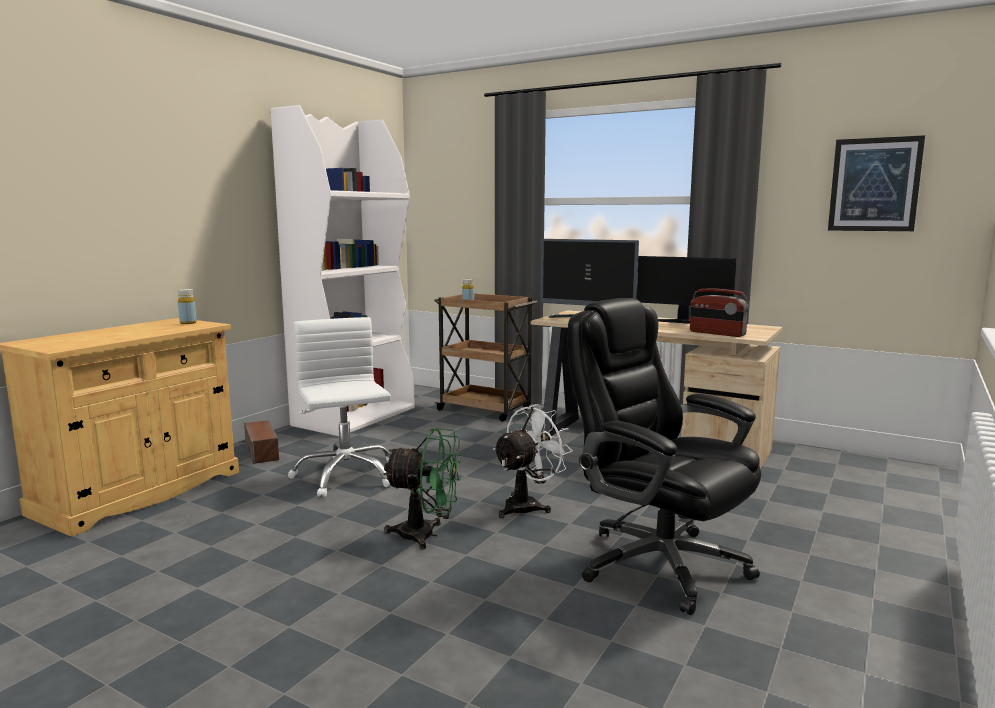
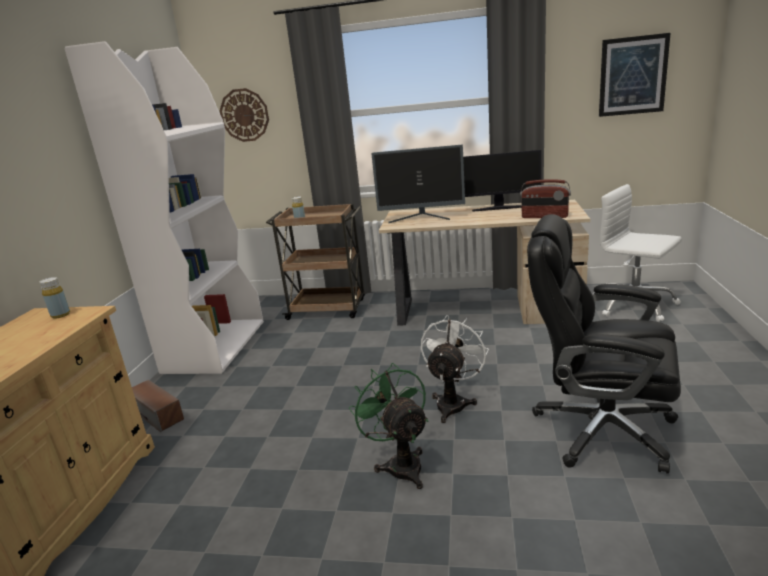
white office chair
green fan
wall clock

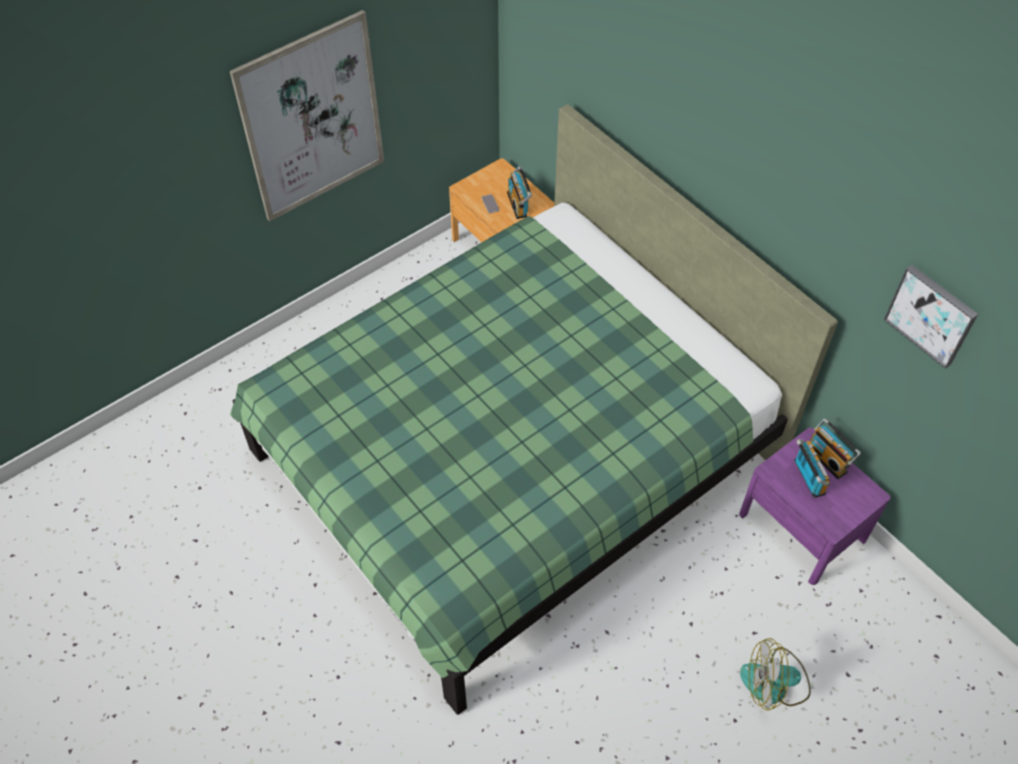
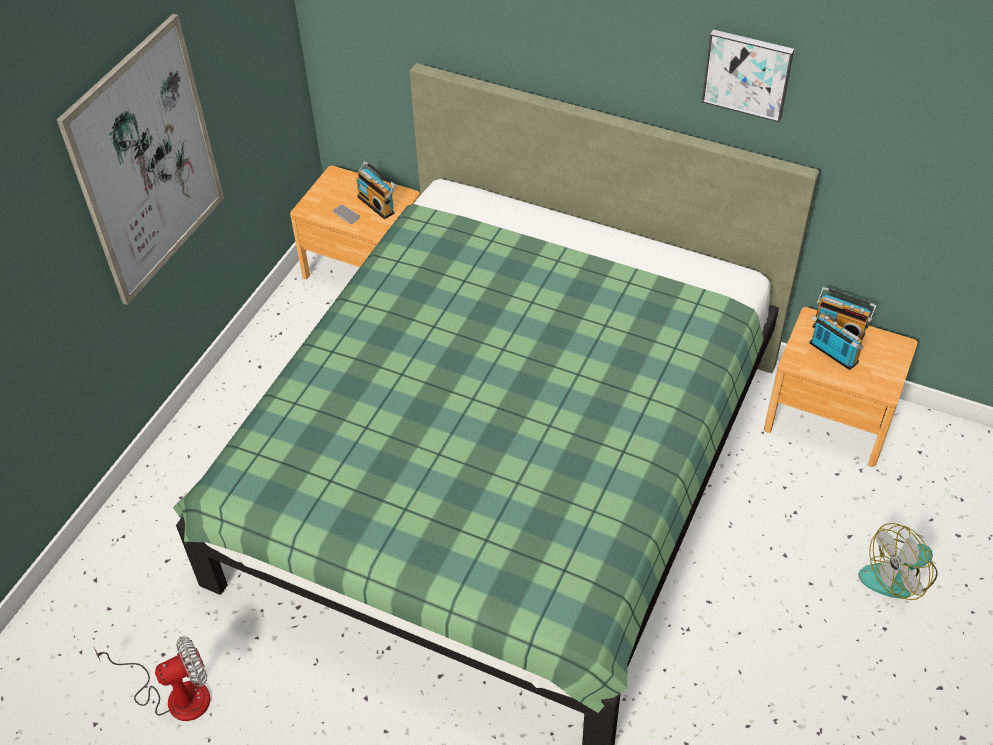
picture (2nd from left)
brown nightstand (2nd from left)
fan (1st from left)

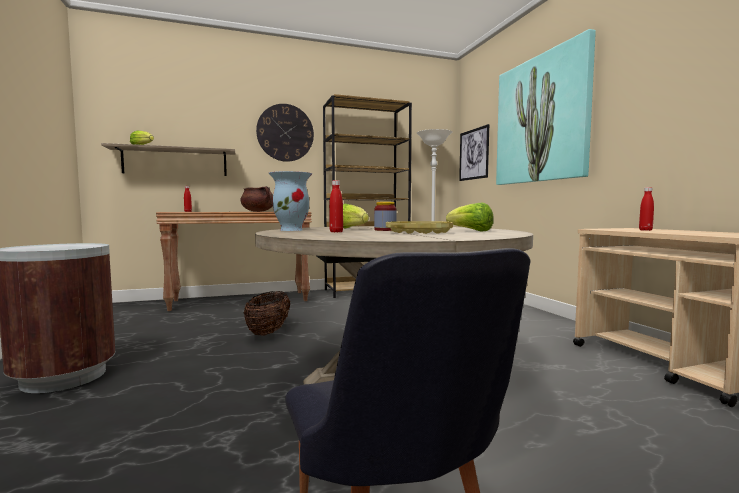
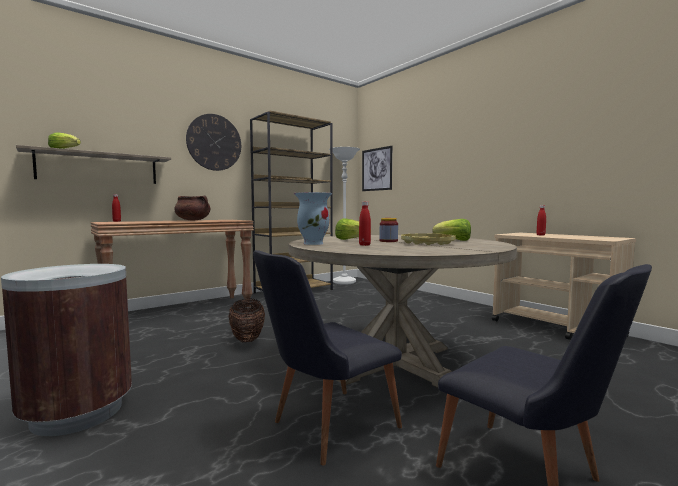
picture (2nd from left in the first image)
black chair (1st from left)

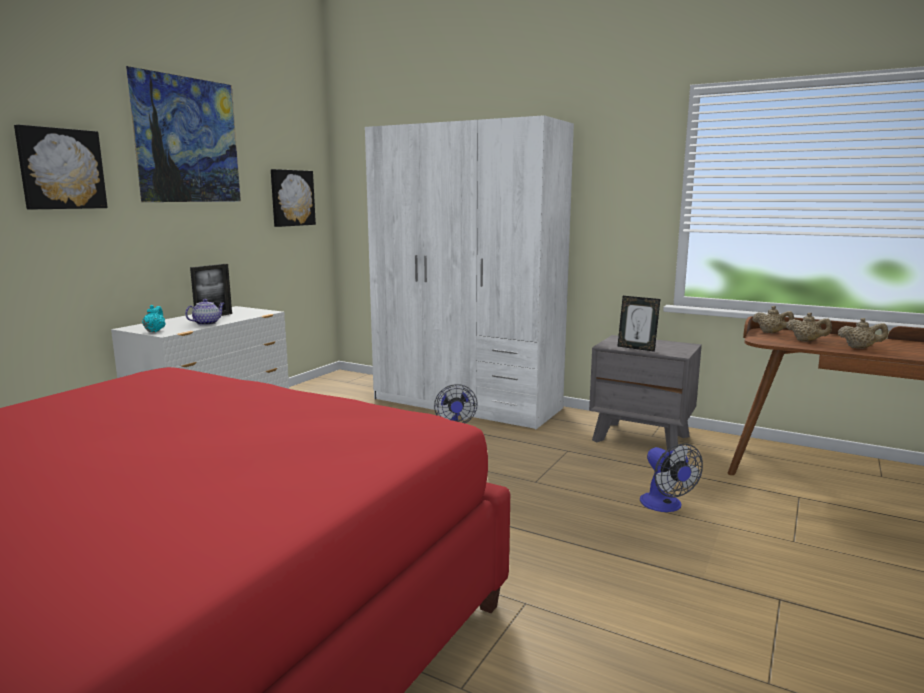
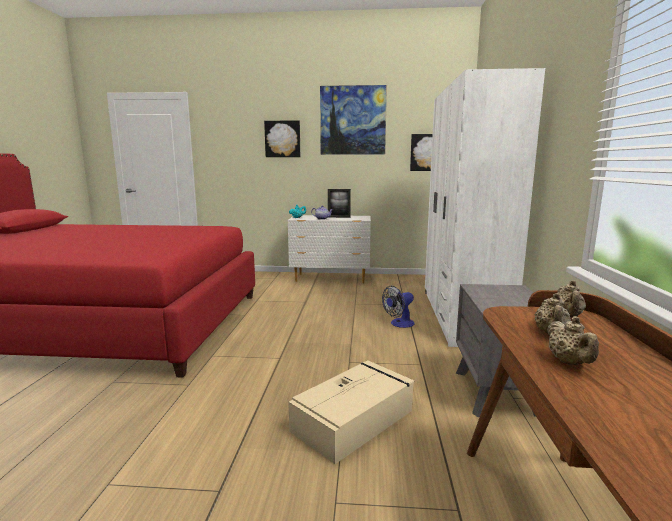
picture frame (2nd from left in the first image)
beige storage box

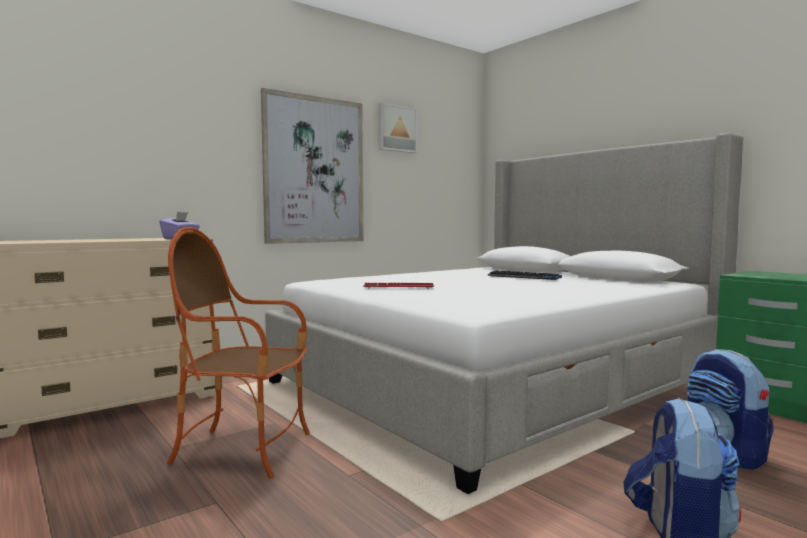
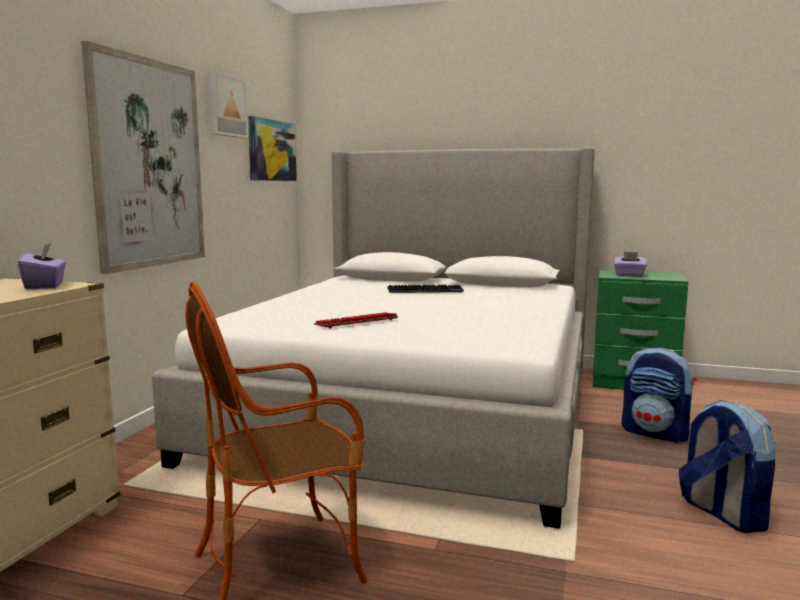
picture (3rd from left)
purple tissue box (2nd from left)

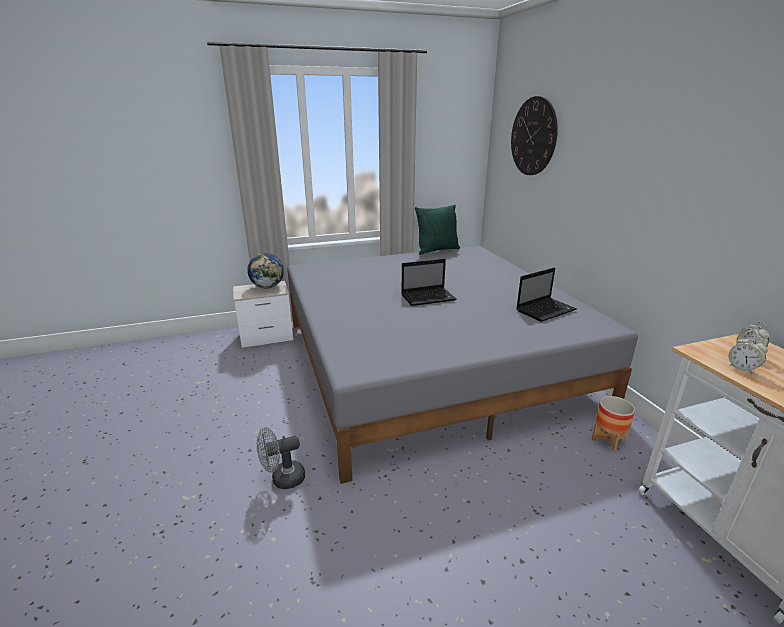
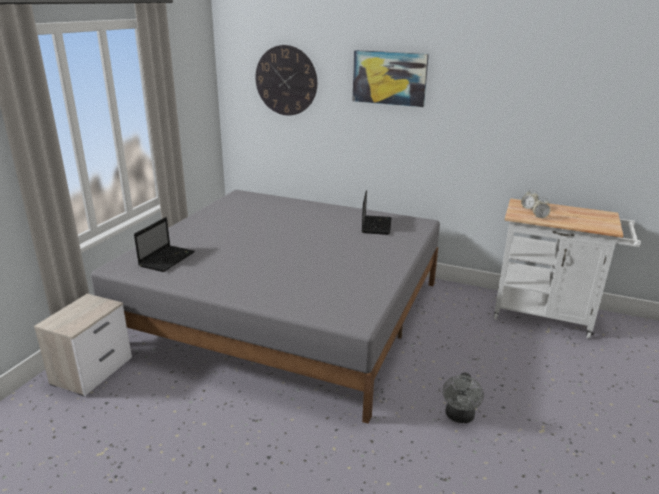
green pillow
globe
laptop (1st from left)
planter
grey fan
picture

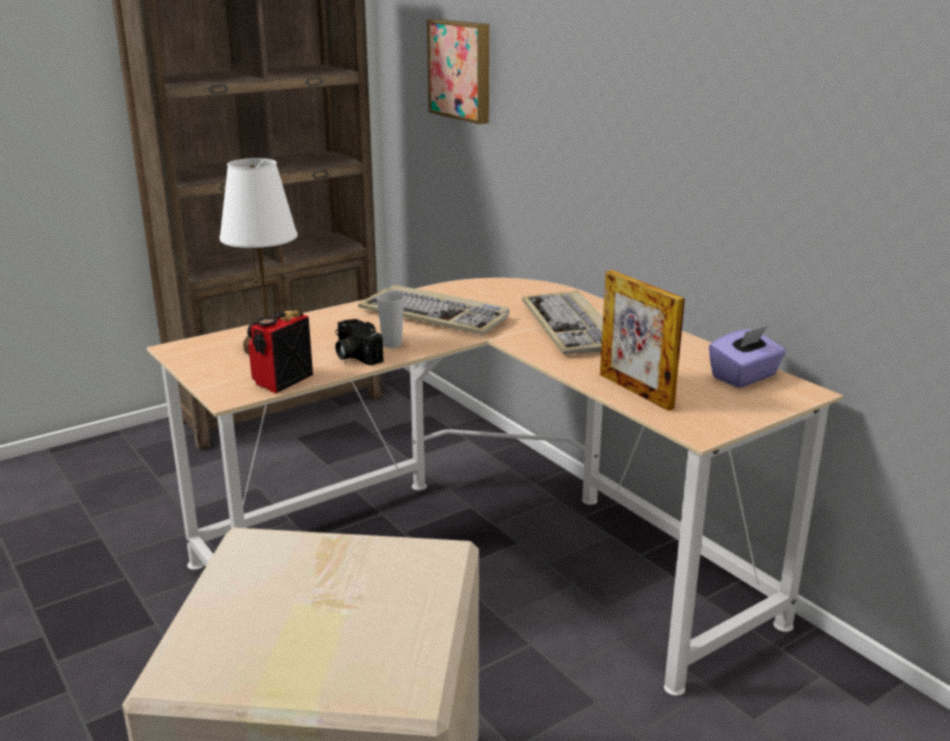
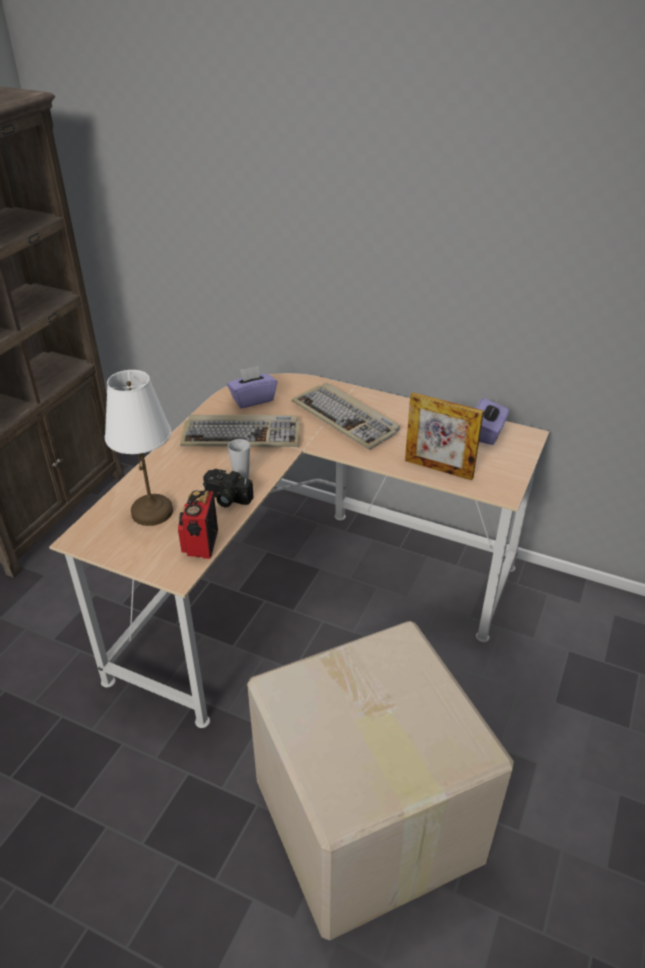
picture
purple tissue box (1st from left)

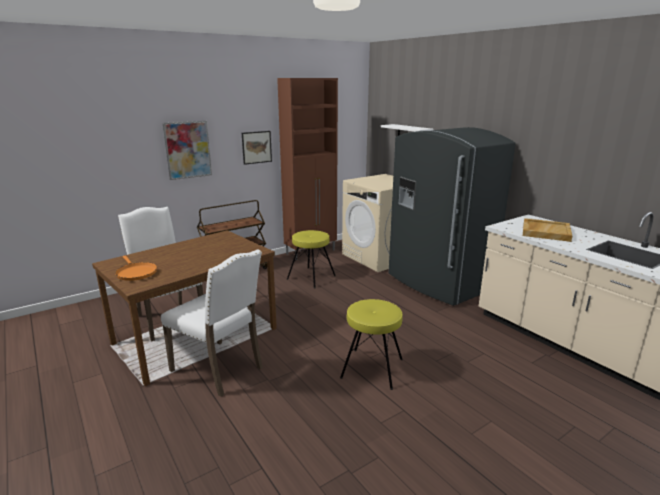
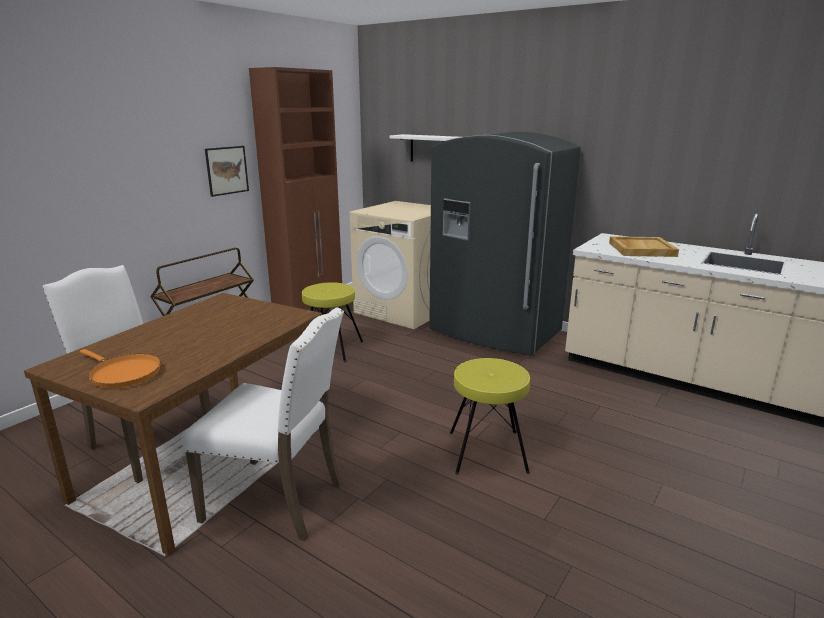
picture (1st from left in the first image)

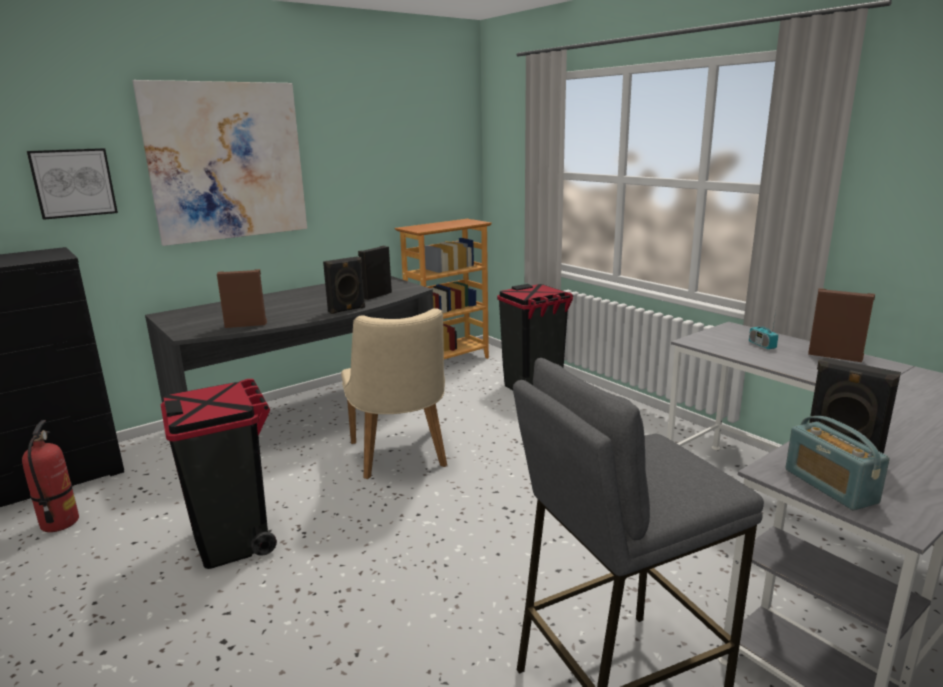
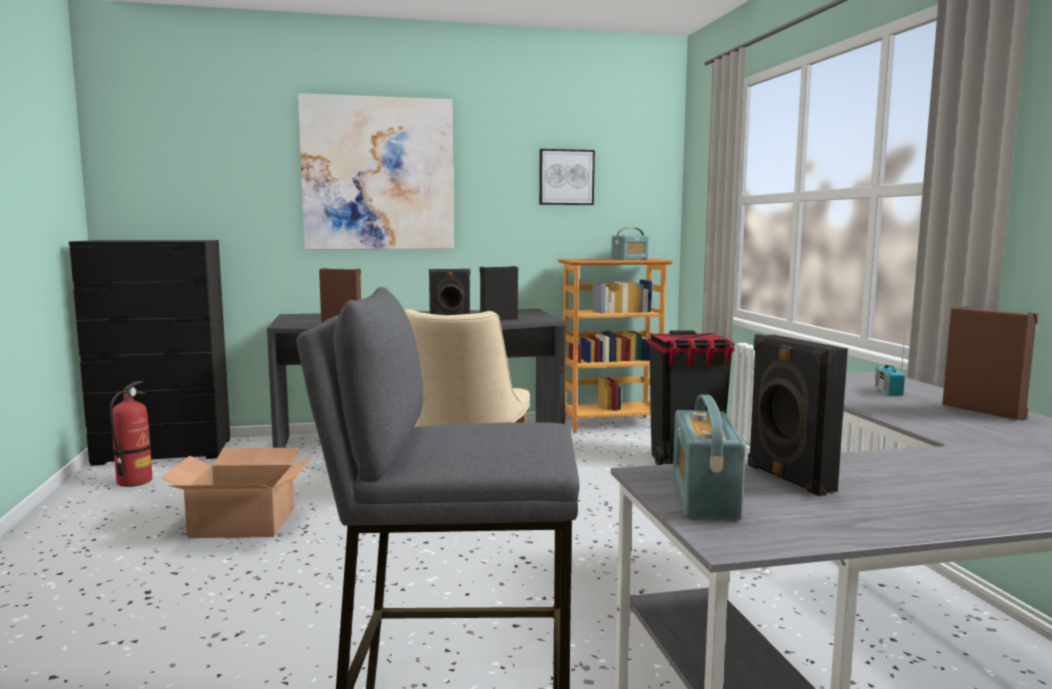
picture (2nd from left)
cardboard box
radio (1st from left)

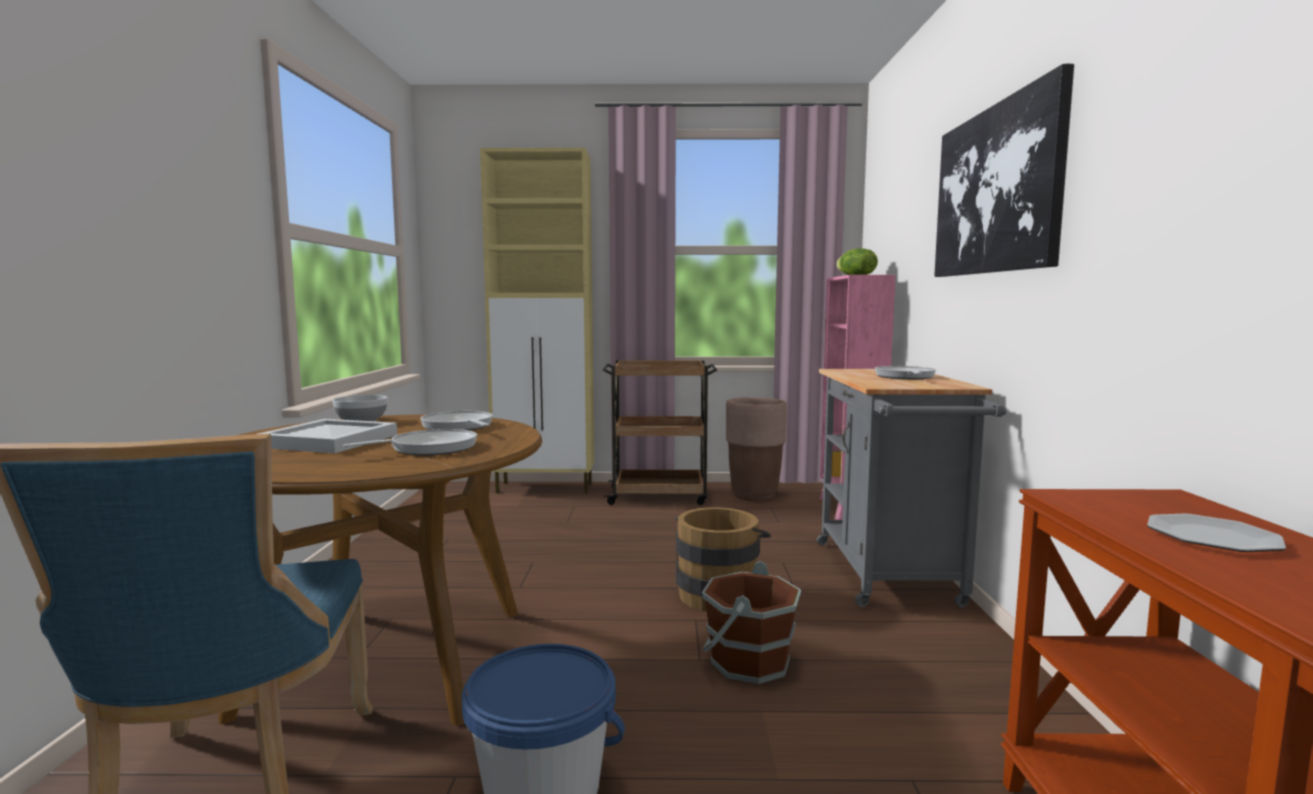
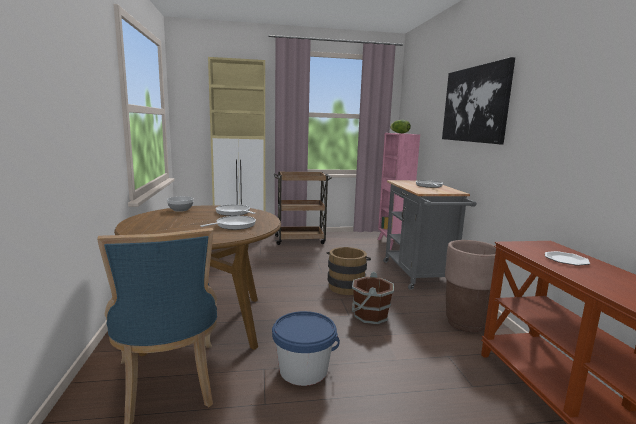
brown planter
white tray

